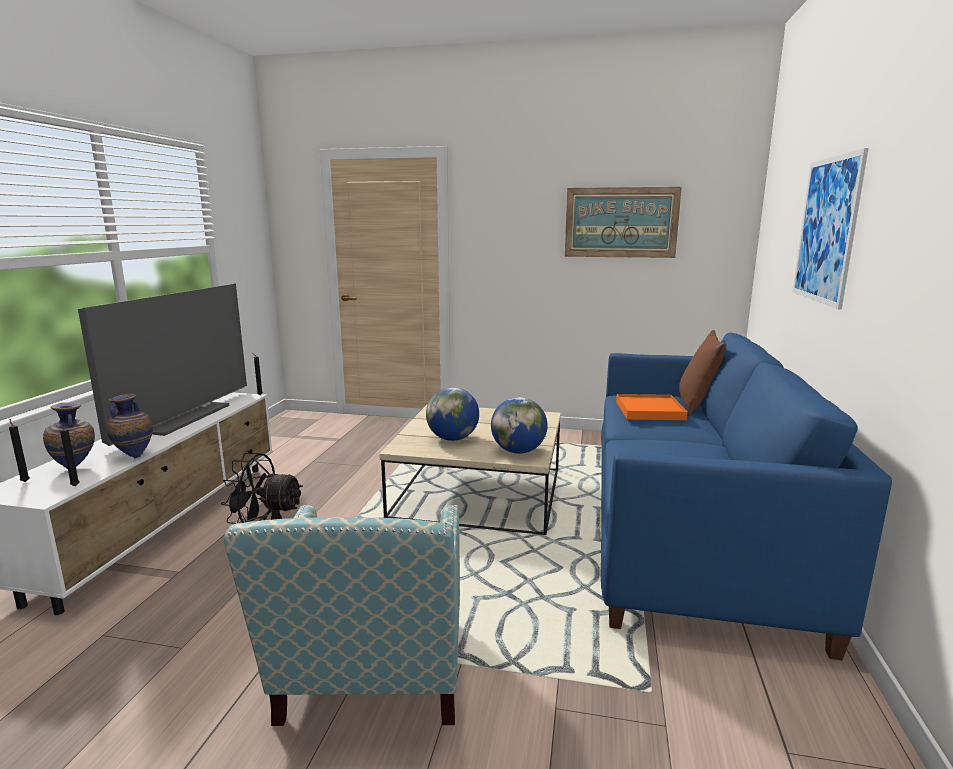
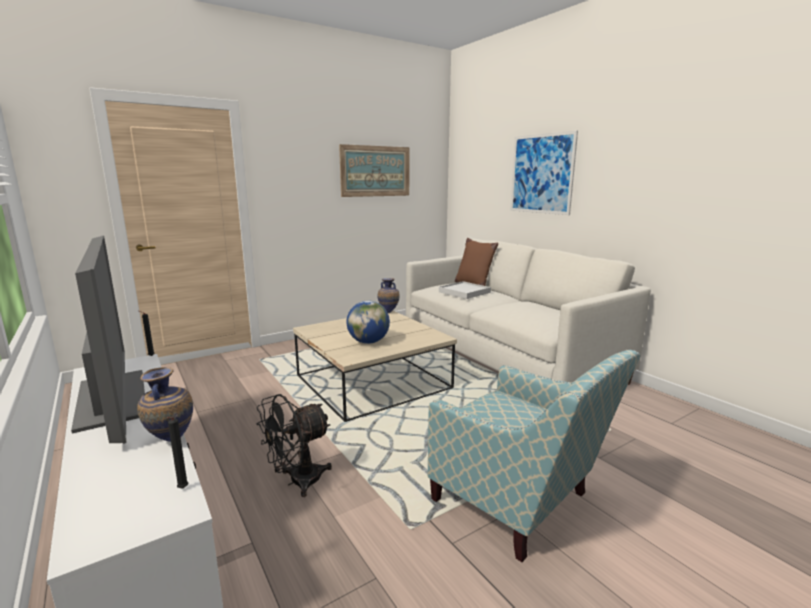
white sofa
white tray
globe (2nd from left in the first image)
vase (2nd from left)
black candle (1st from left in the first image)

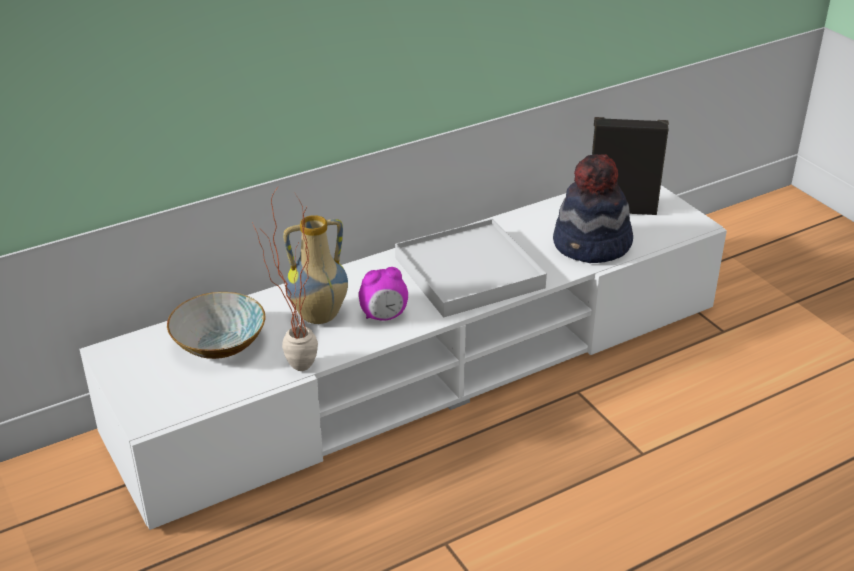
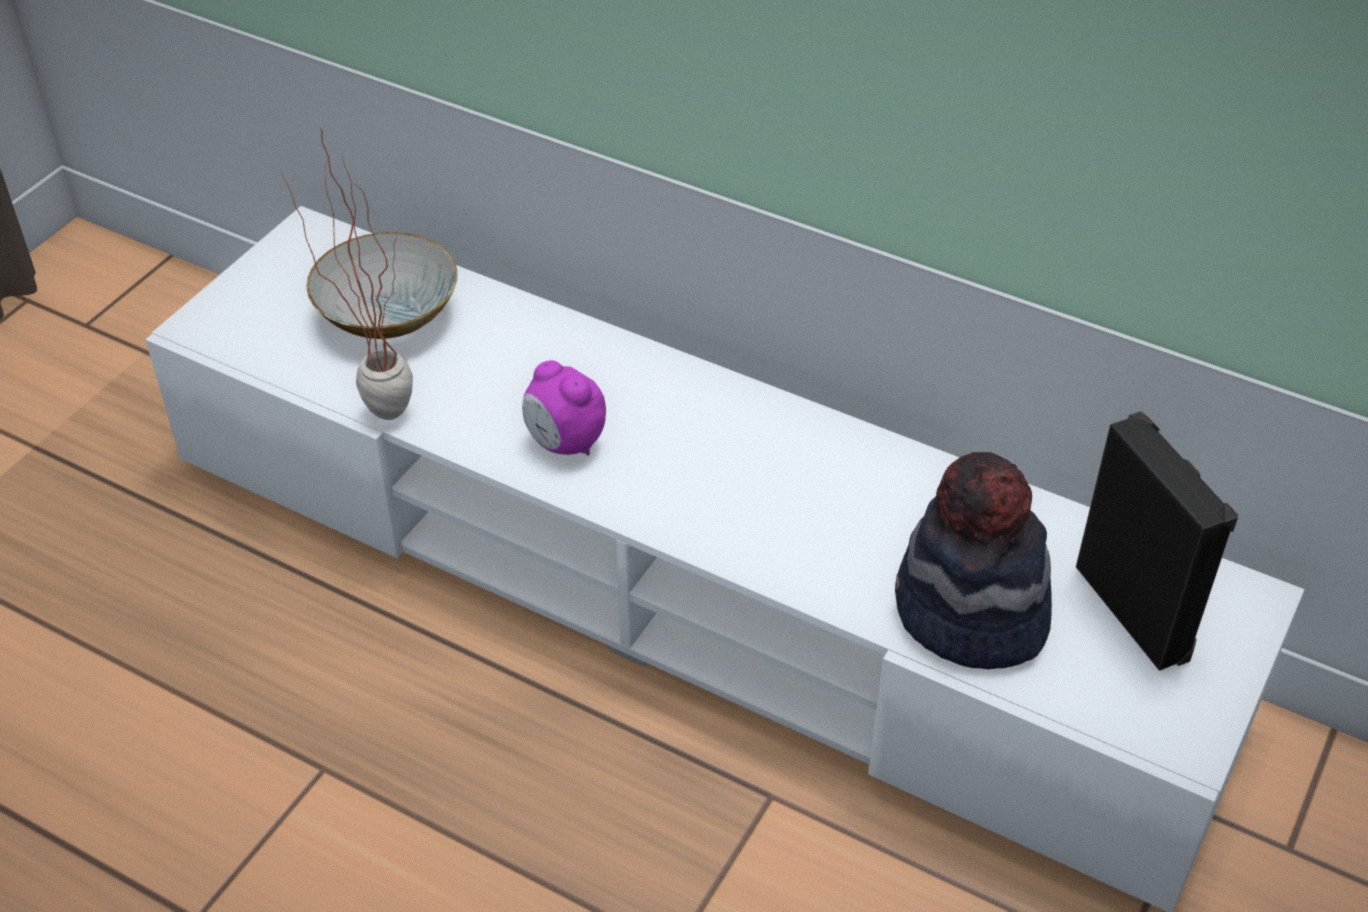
vase
white tray

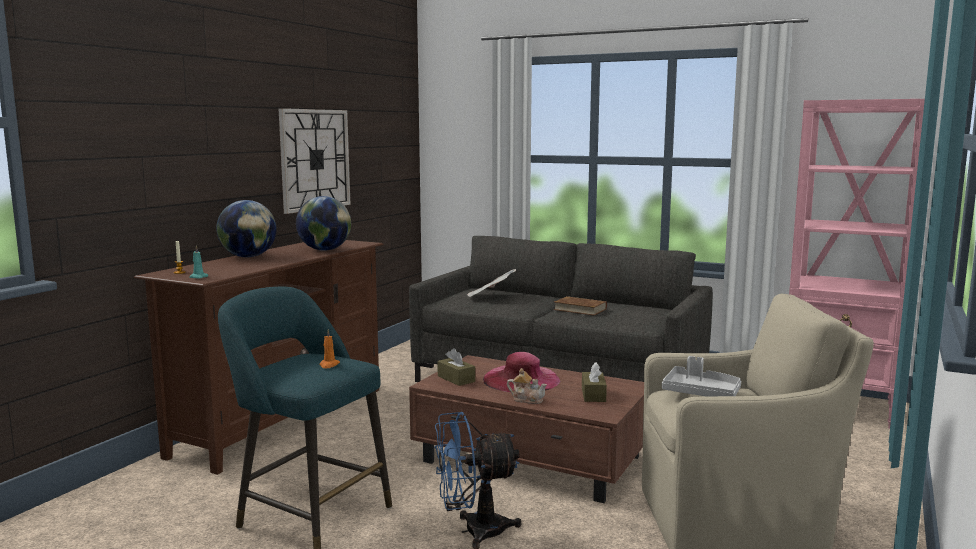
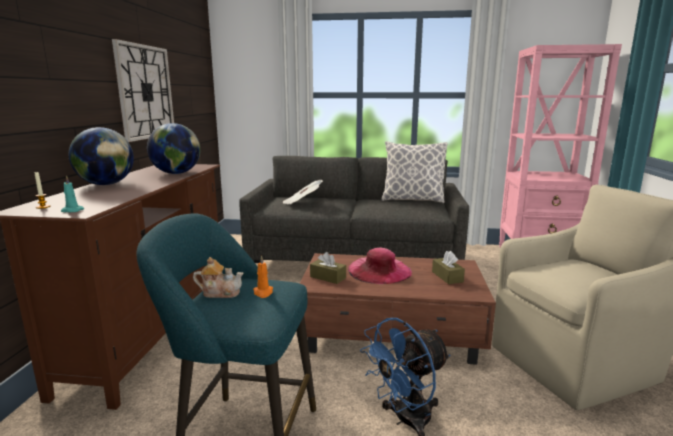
brown book
grey tray
teapot
pillow

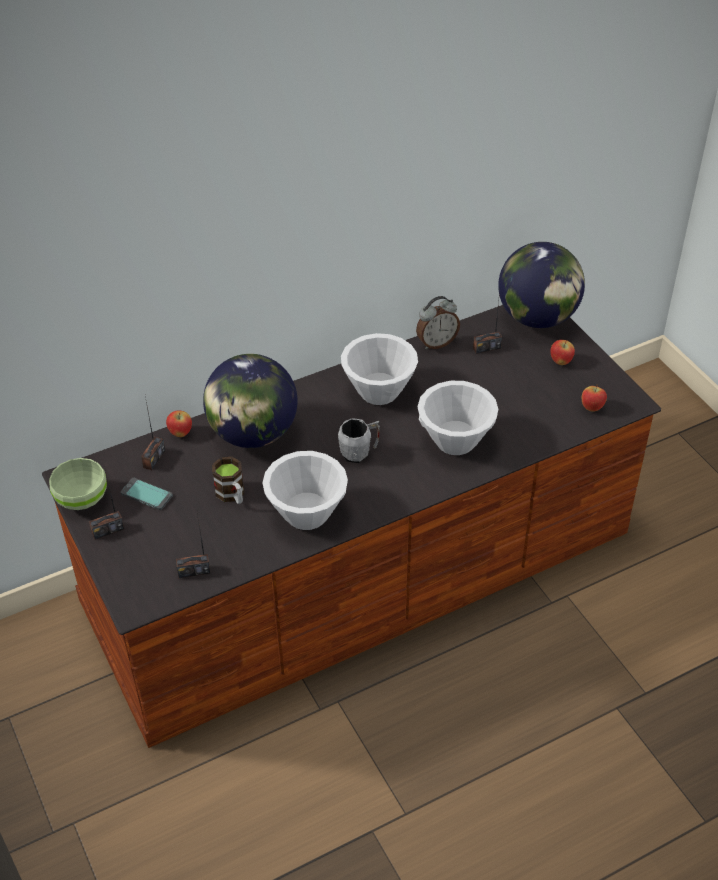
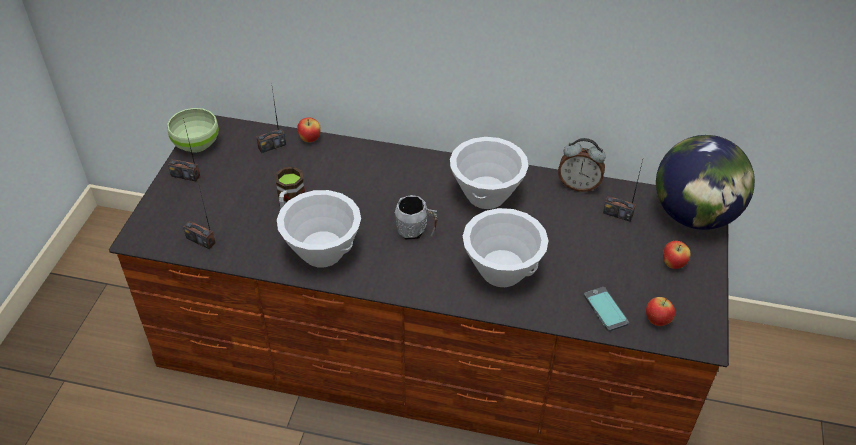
globe (1st from left in the first image)
phone

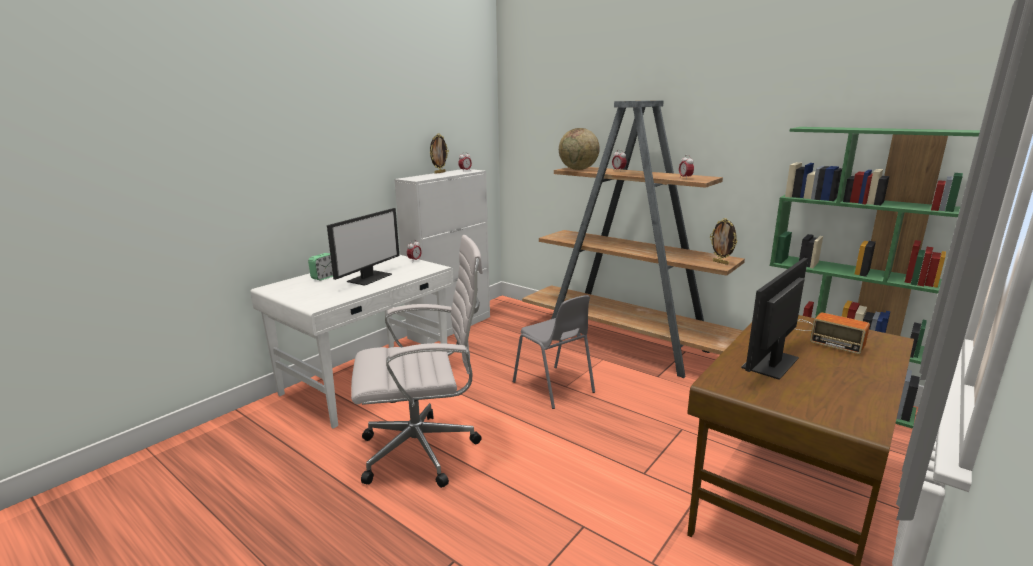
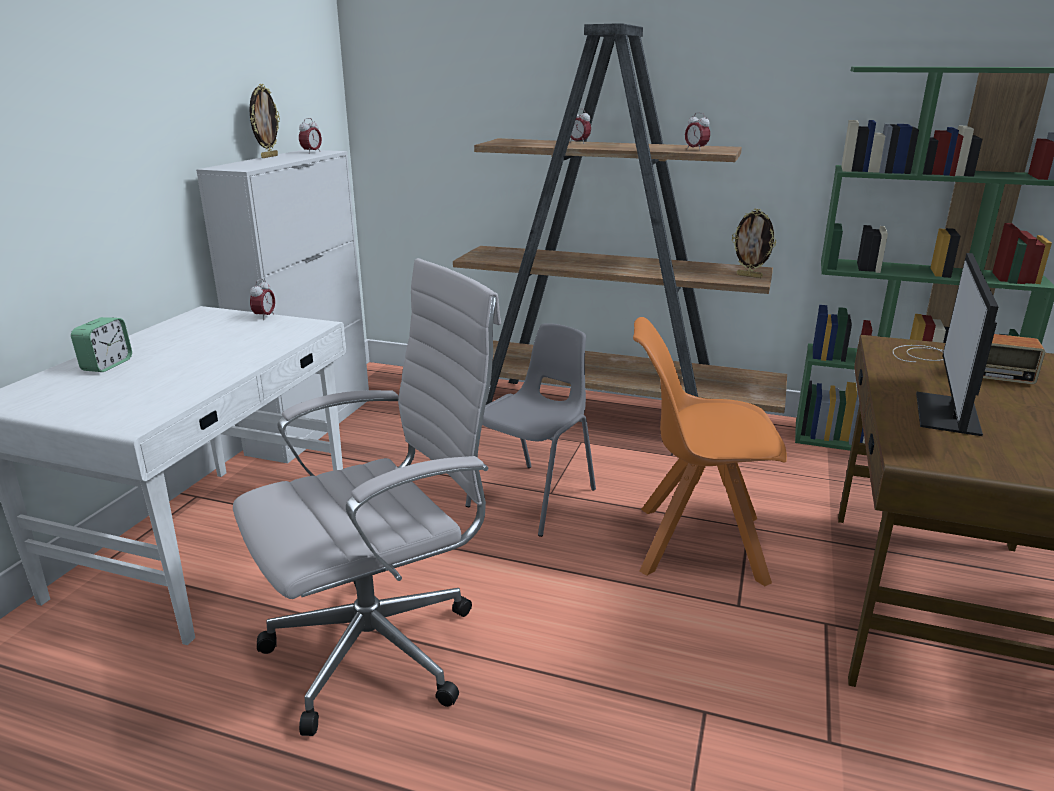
globe
monitor (1st from left in the first image)
grey chair
orange chair

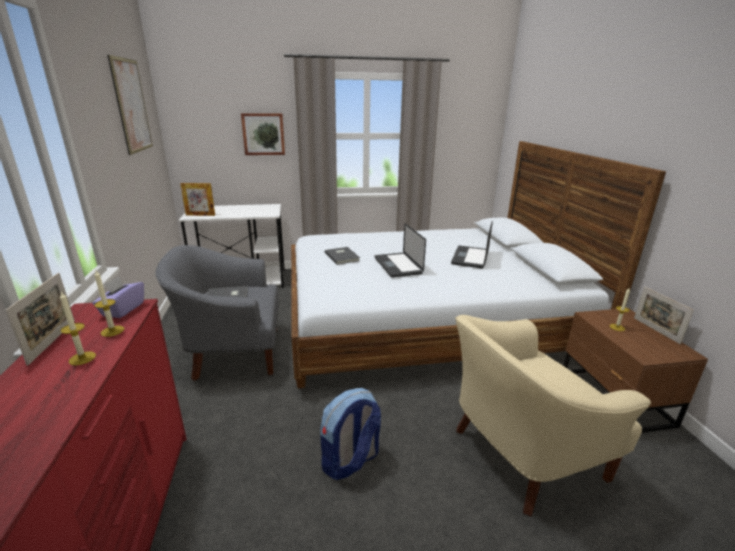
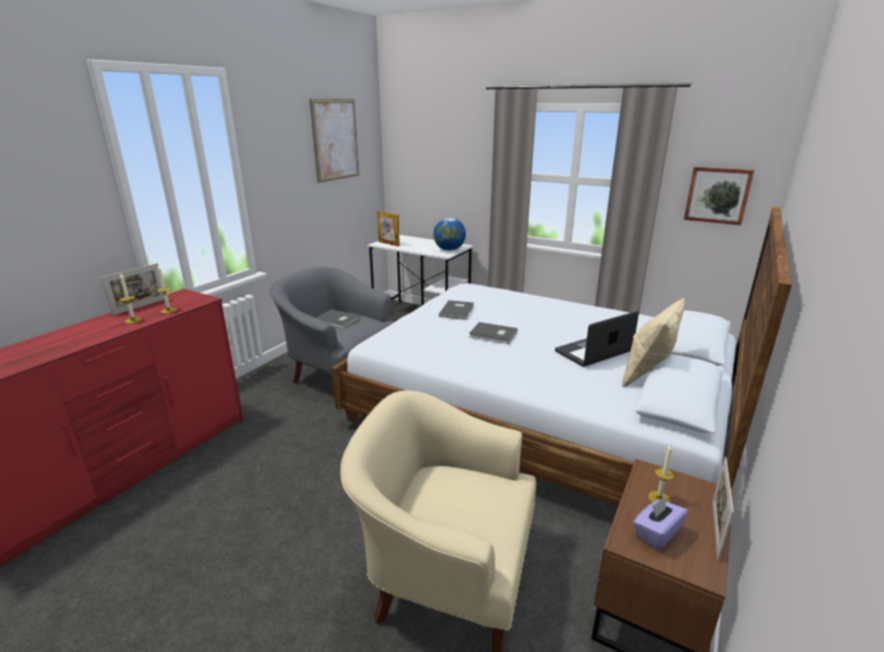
picture (2nd from left)
grey book (3rd from left)
purple tissue box
backpack
globe
beige pillow

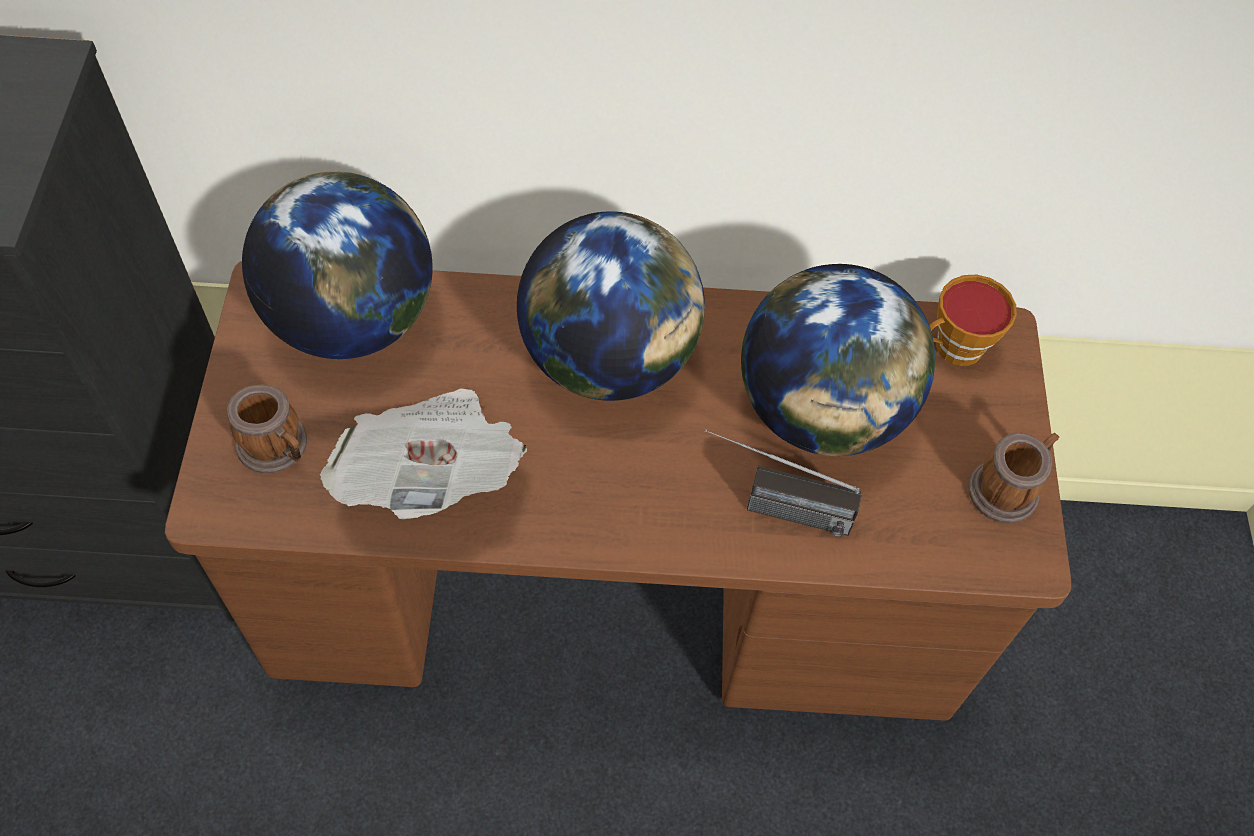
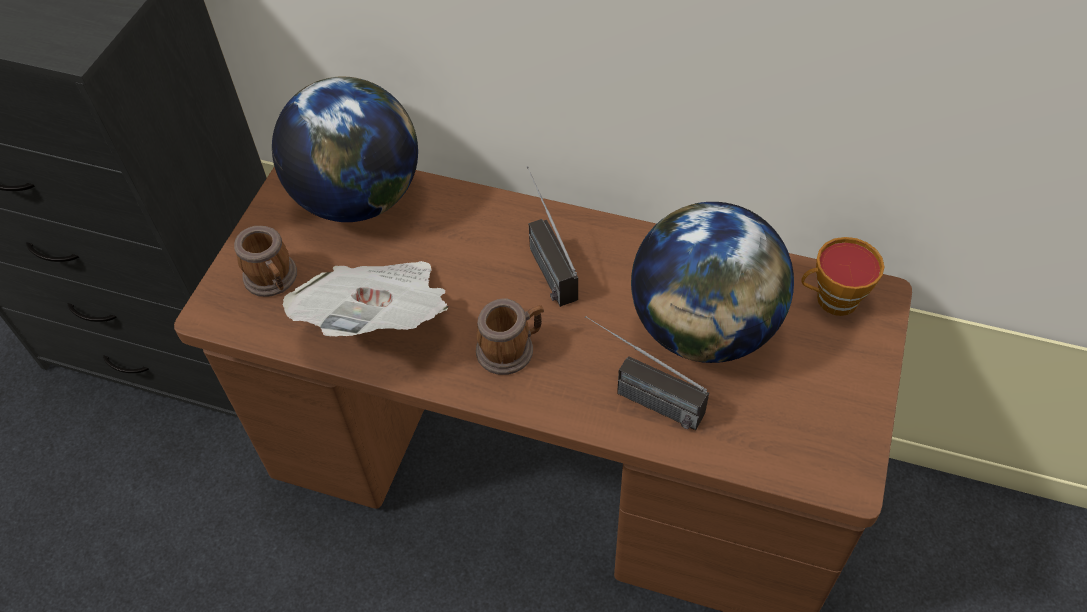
radio (1st from left)
mug (2nd from left)

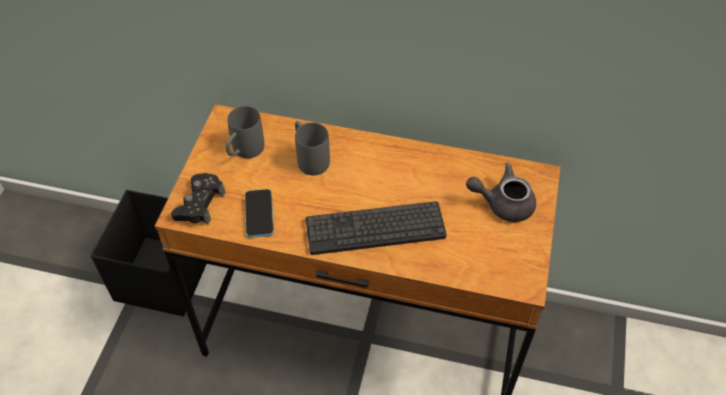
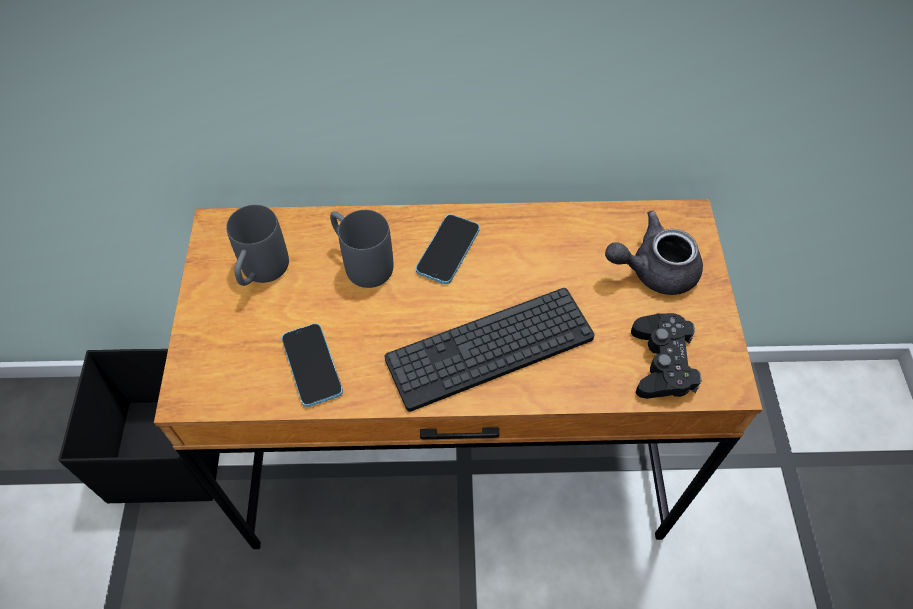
black game controller
phone (2nd from left)

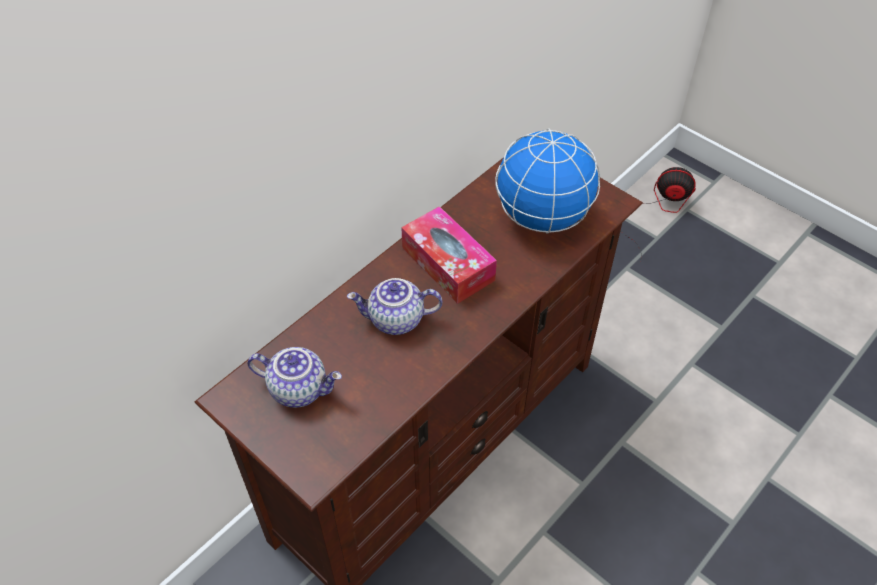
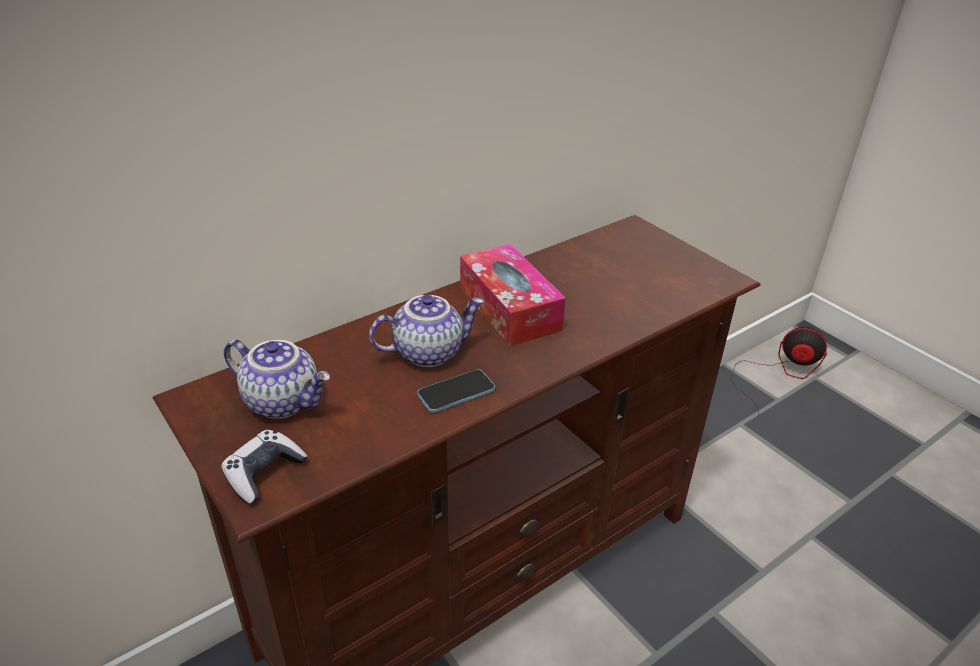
globe
teapot (2nd from left)
phone
game controller

